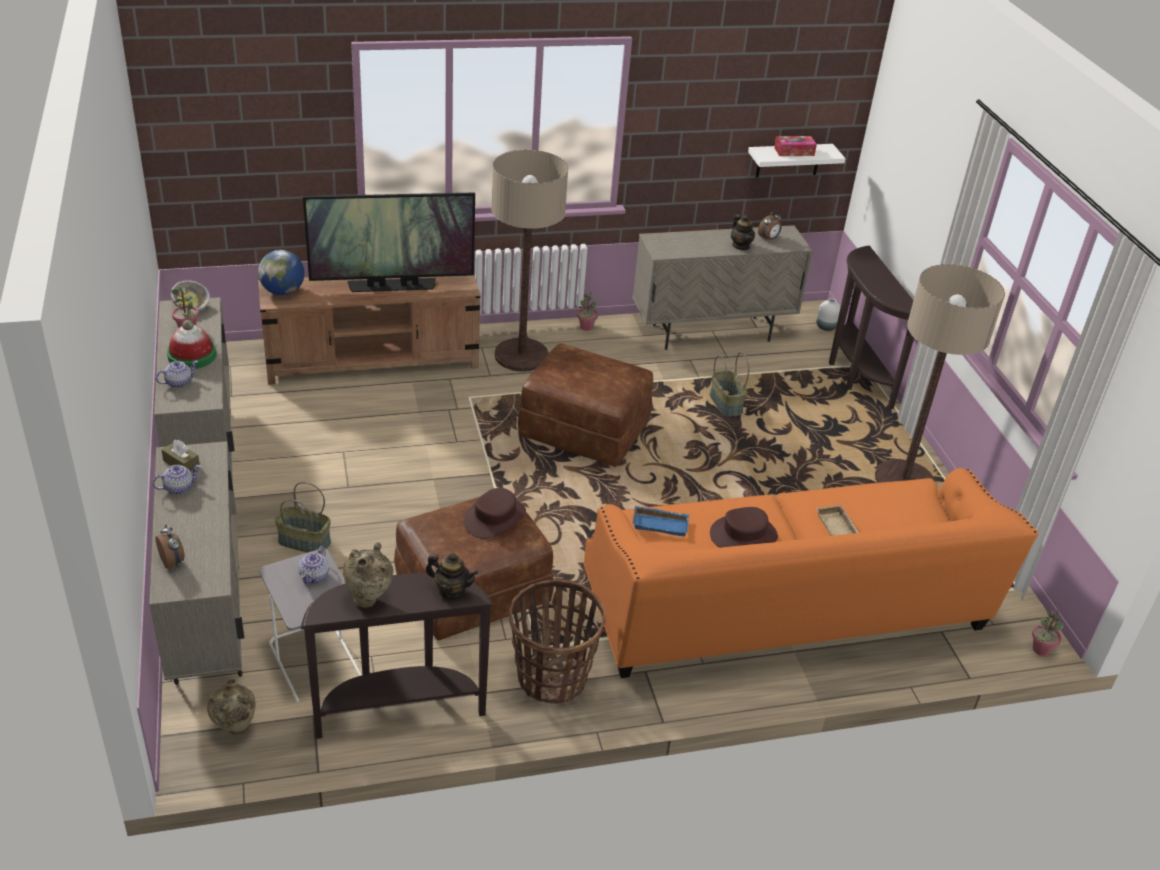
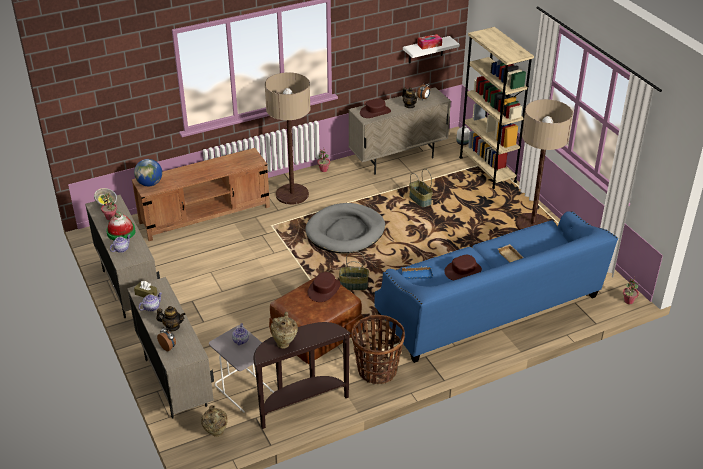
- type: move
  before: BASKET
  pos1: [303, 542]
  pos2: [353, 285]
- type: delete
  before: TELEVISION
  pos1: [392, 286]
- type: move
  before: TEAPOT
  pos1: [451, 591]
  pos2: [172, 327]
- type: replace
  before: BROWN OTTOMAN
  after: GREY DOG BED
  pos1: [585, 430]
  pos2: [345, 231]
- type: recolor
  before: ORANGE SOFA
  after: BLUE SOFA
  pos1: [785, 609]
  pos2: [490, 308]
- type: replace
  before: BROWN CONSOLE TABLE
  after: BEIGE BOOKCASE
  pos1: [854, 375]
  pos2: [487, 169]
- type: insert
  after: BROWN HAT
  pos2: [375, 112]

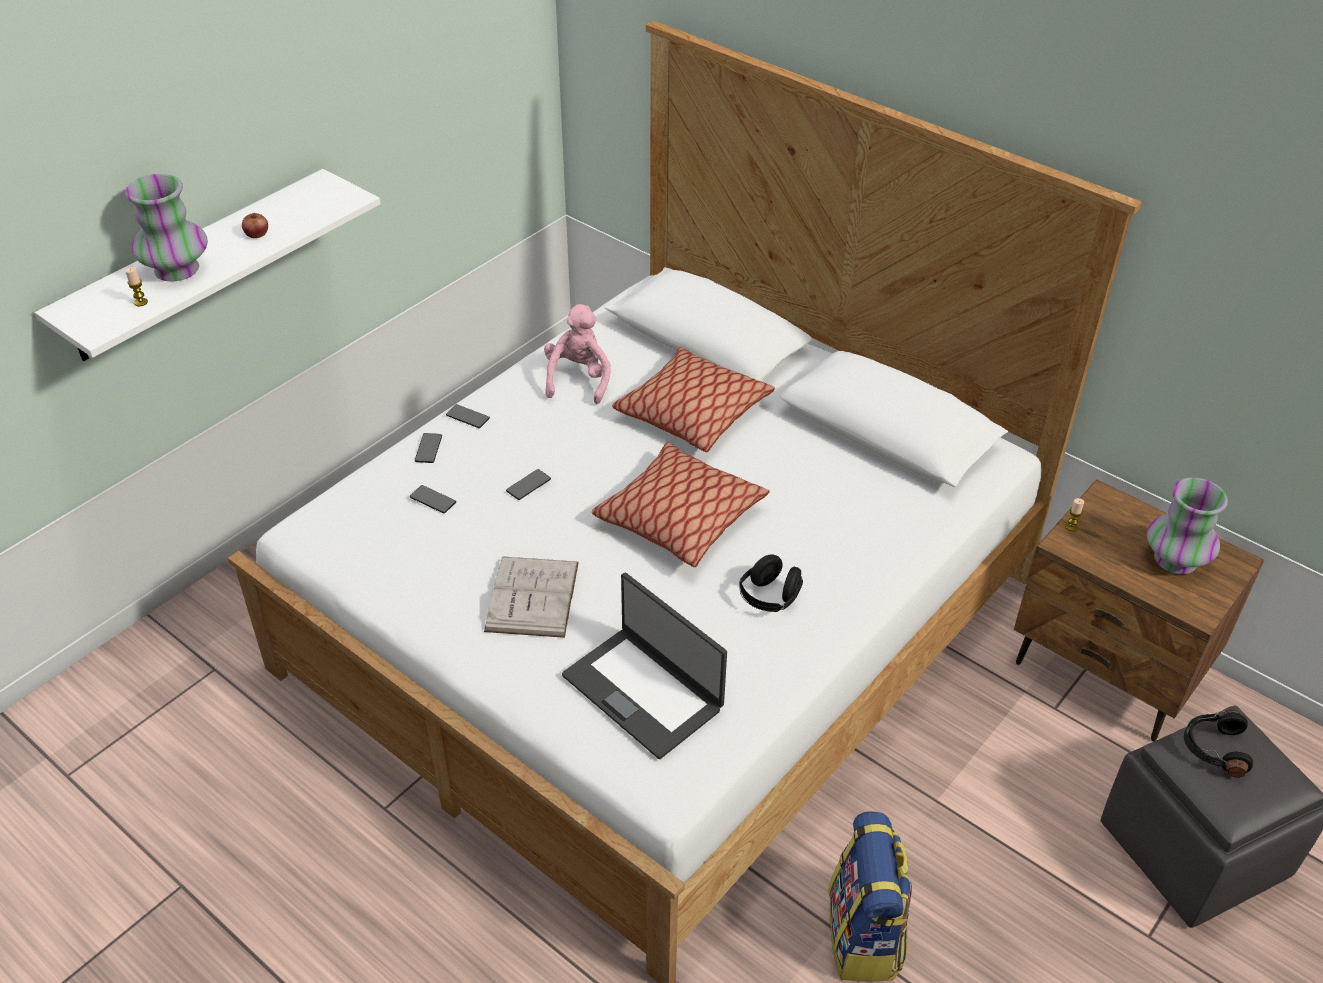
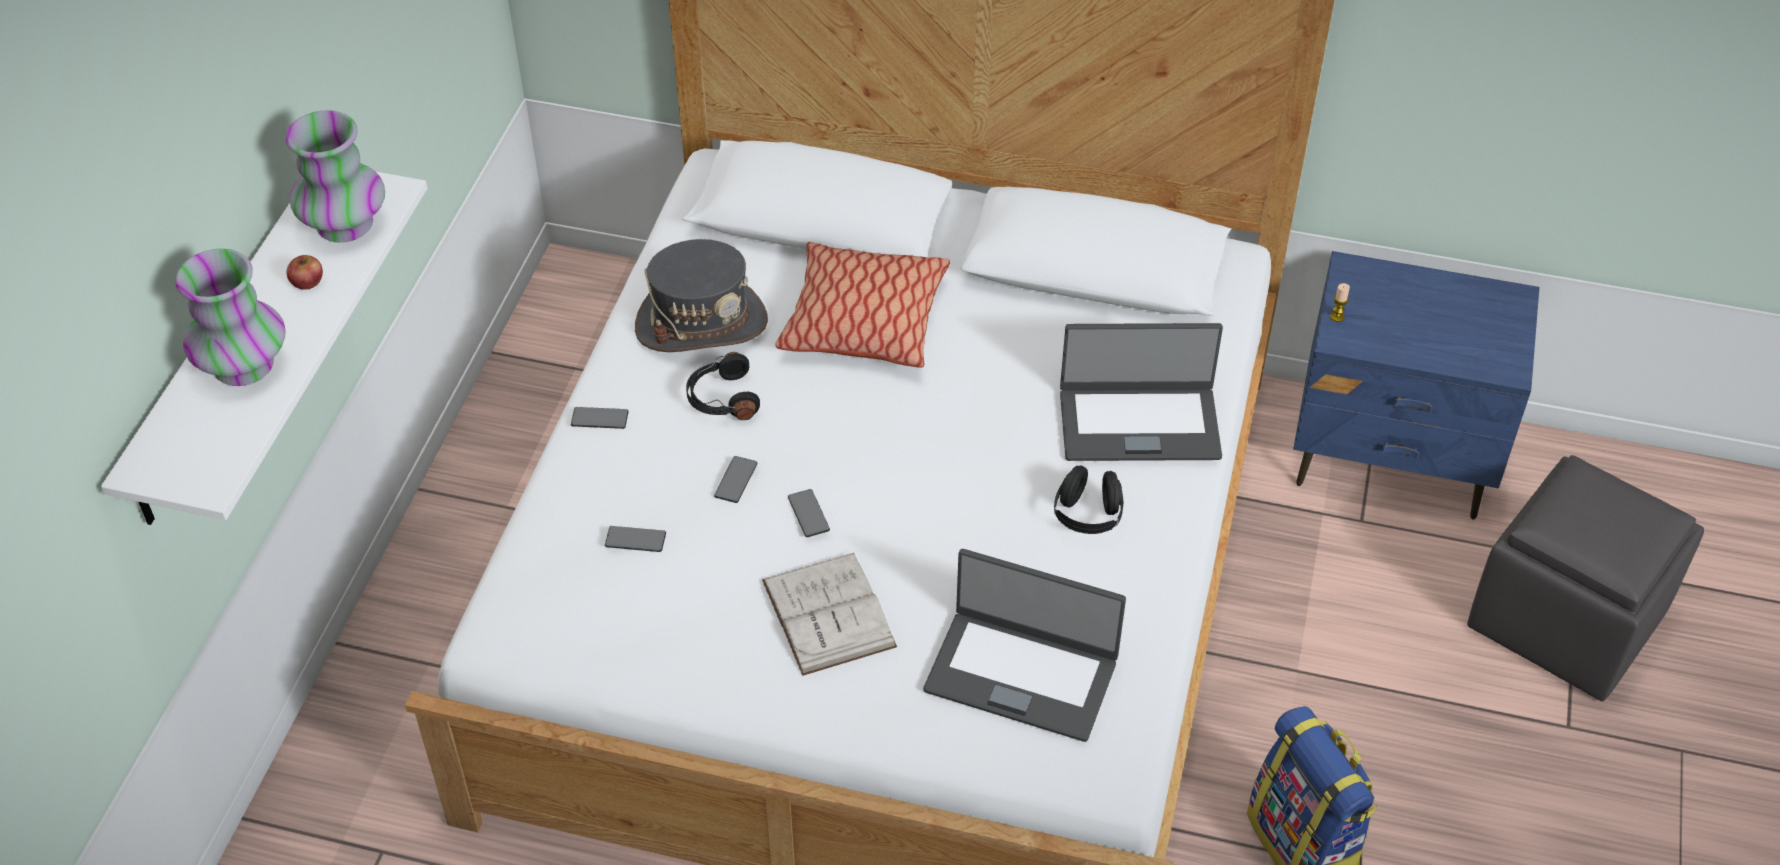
- type: delete
  before: CANDLE
  pos1: [141, 302]
- type: move
  before: PHONE
  pos1: [428, 449]
  pos2: [808, 514]
- type: replace
  before: PINK PLUSH TOY
  after: GREY HAT
  pos1: [578, 379]
  pos2: [701, 323]
- type: delete
  before: PILLOW
  pos1: [680, 517]
- type: recolor
  before: BROWN NIGHTSTAND
  after: BLUE NIGHTSTAND
  pos1: [1108, 670]
  pos2: [1392, 457]
- type: move
  before: VASE
  pos1: [1174, 560]
  pos2: [344, 224]
- type: move
  before: BLACK HEADPHONES
  pos1: [1213, 748]
  pos2: [722, 399]
- type: insert
  after: LAPTOP
  pos2: [1139, 423]

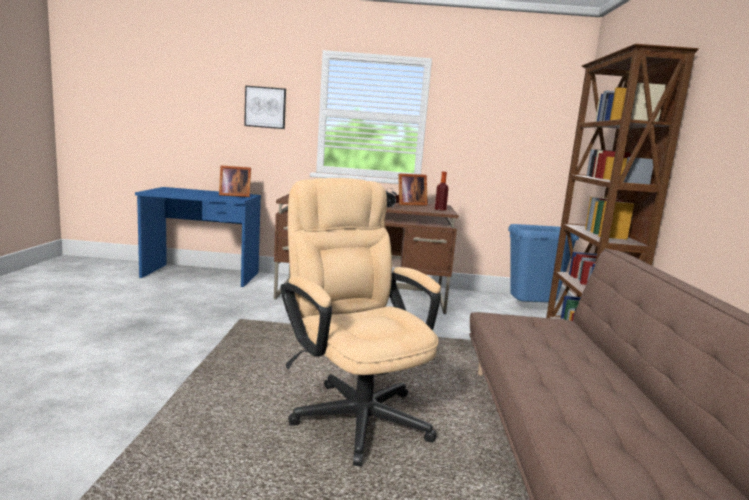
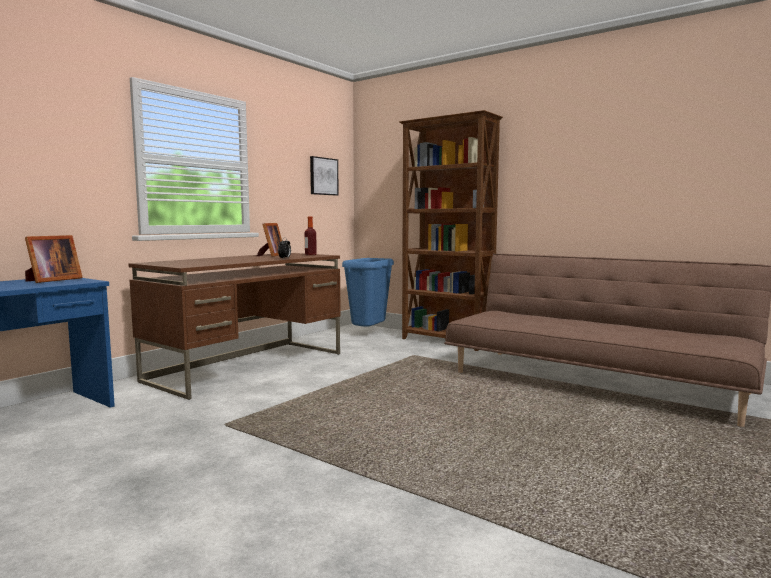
- type: move
  before: PICTURE
  pos1: [265, 107]
  pos2: [323, 176]
- type: delete
  before: BEIGE OFFICE CHAIR
  pos1: [354, 412]

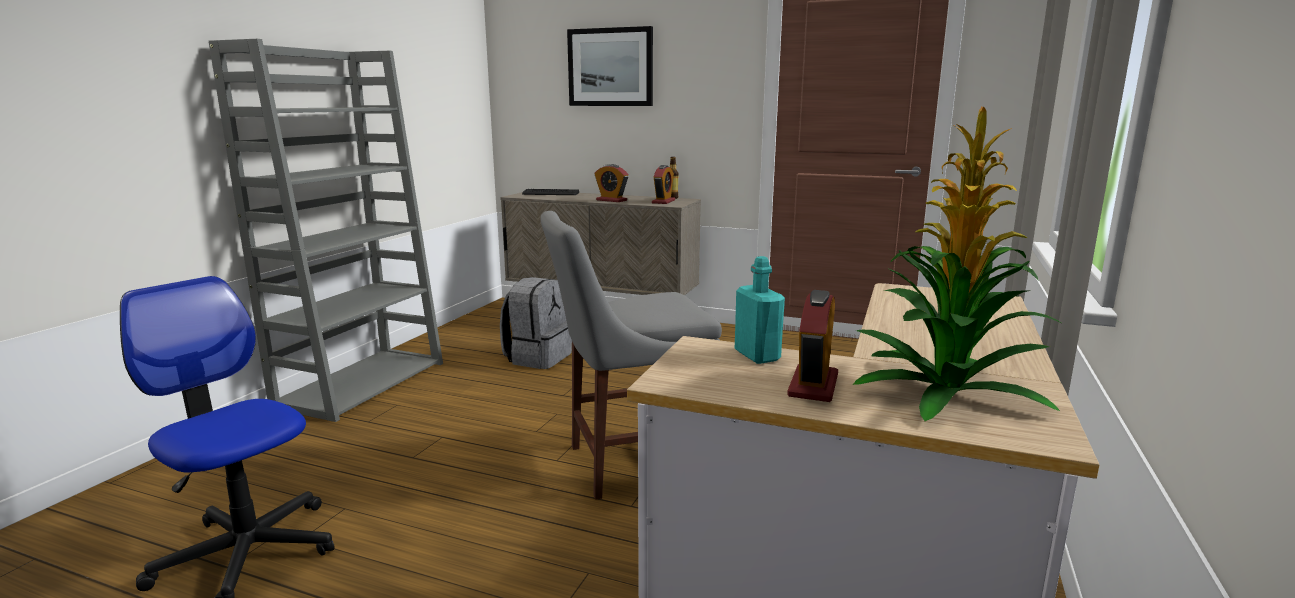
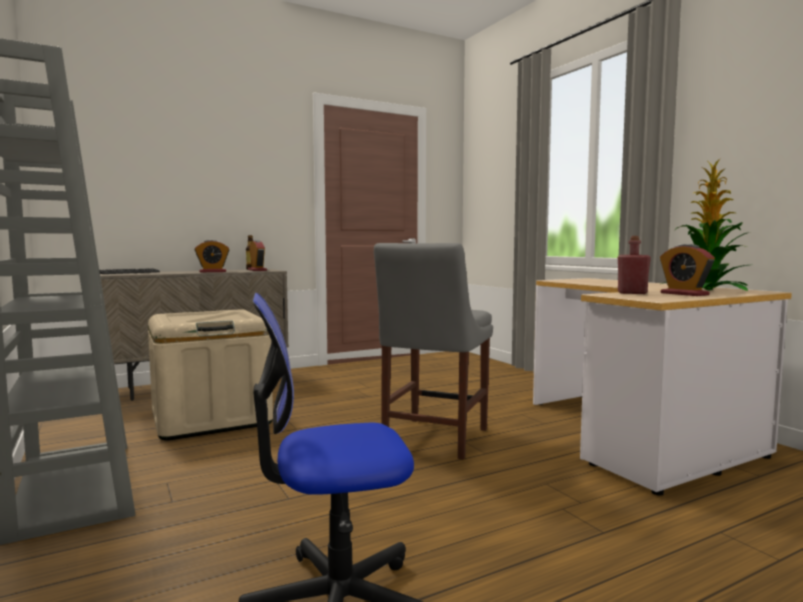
- type: replace
  before: GREY BACKPACK
  after: BEIGE STORAGE BOX
  pos1: [538, 357]
  pos2: [211, 418]
- type: delete
  before: PICTURE
  pos1: [610, 67]
- type: recolor
  before: TURQUOISE BOTTLE
  after: RED BOTTLE
  pos1: [757, 355]
  pos2: [632, 293]

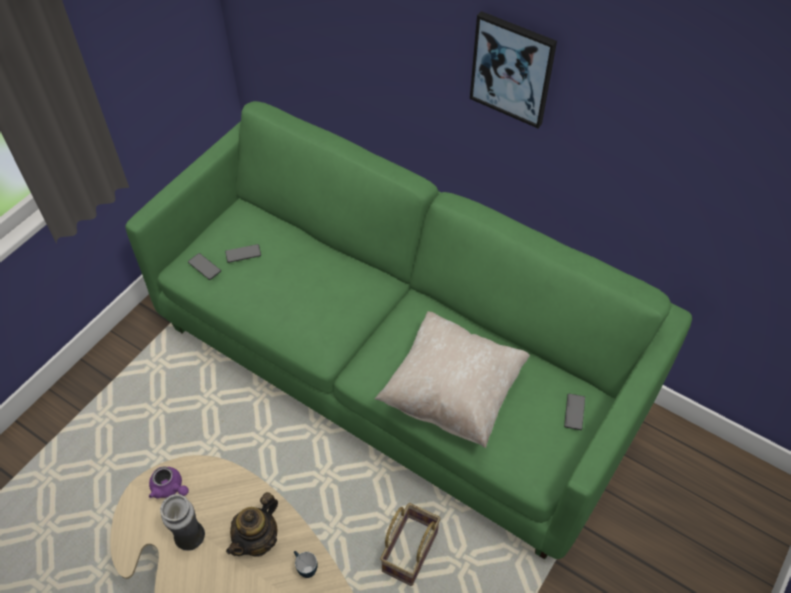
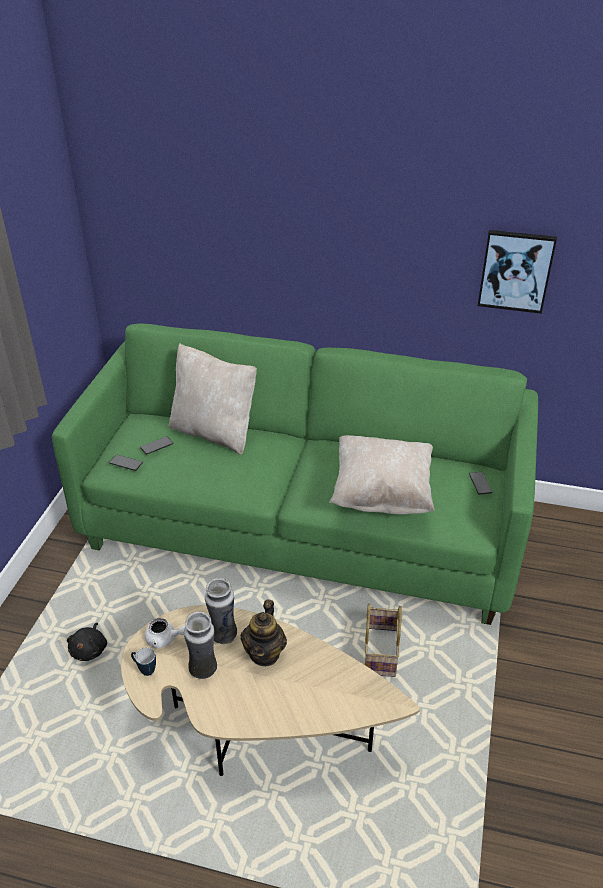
- type: recolor
  before: PURPLE TEAPOT
  after: WHITE TEAPOT
  pos1: [170, 488]
  pos2: [165, 639]
- type: move
  before: MUG
  pos1: [305, 568]
  pos2: [144, 669]
- type: move
  before: PICTURE
  pos1: [512, 69]
  pos2: [515, 271]
- type: insert
  after: BLACK PLUSH TOY
  pos2: [90, 649]
- type: insert
  after: BEIGE PILLOW
  pos2: [214, 432]
- type: insert
  after: VASE
  pos2: [223, 635]

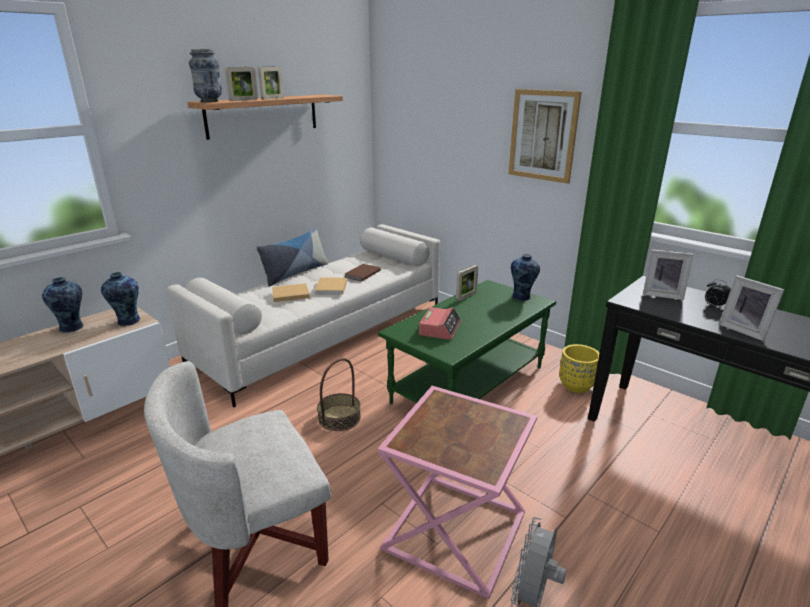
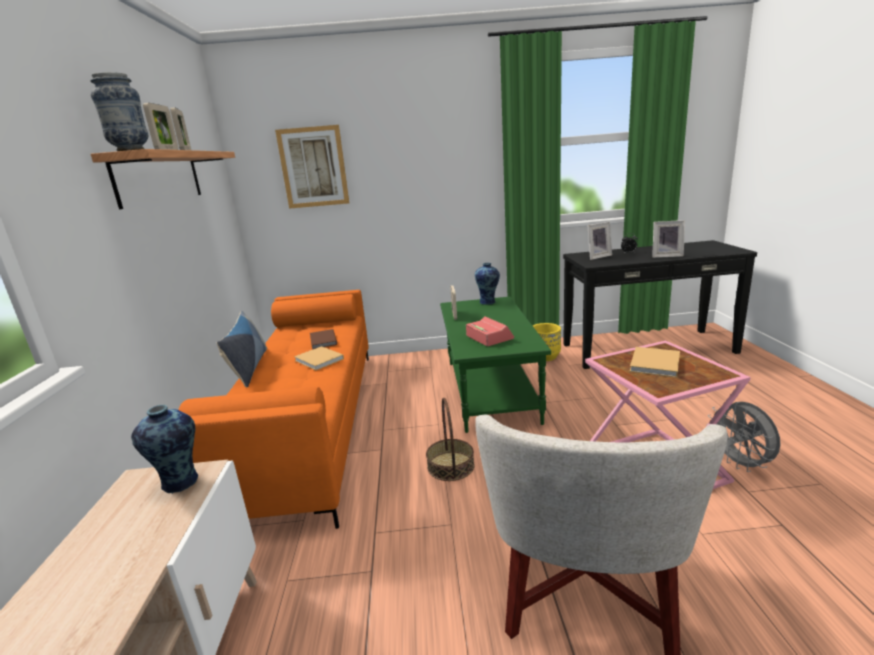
- type: delete
  before: VASE
  pos1: [72, 328]
- type: recolor
  before: WHITE SOFA
  after: ORANGE SOFA
  pos1: [324, 334]
  pos2: [307, 423]
- type: move
  before: BEIGE BOOK
  pos1: [289, 294]
  pos2: [654, 364]
- type: move
  before: PICTURE
  pos1: [543, 135]
  pos2: [313, 167]

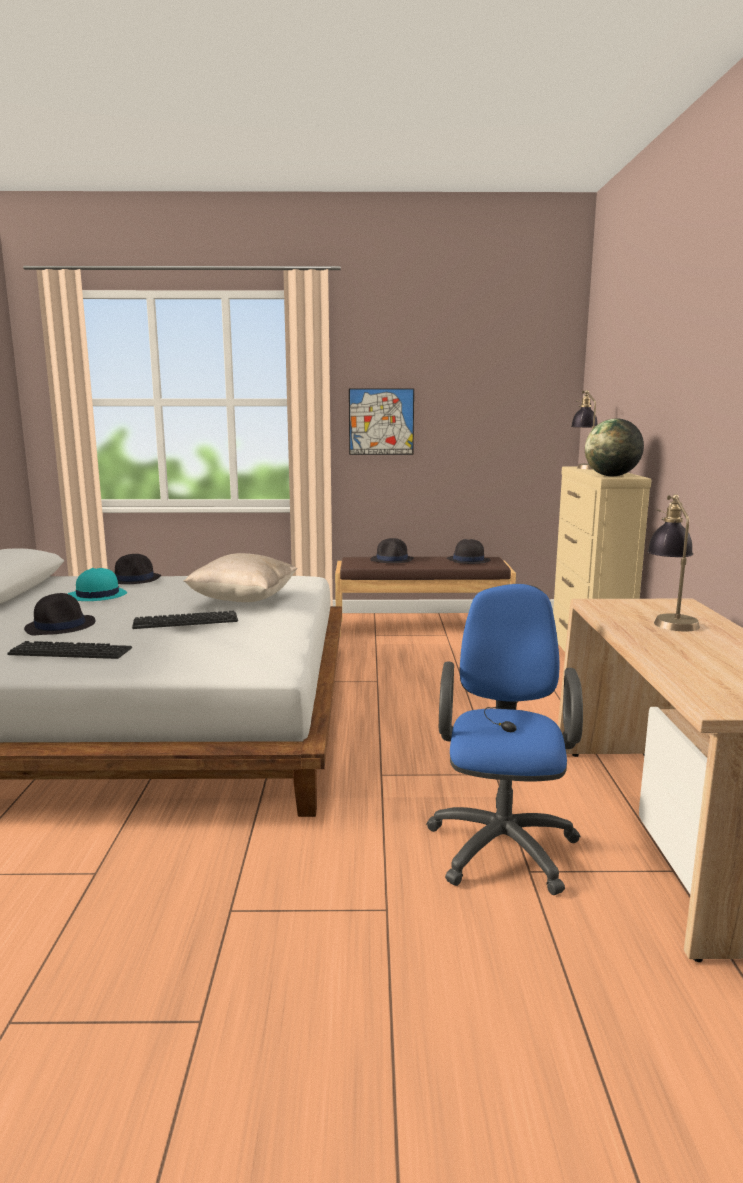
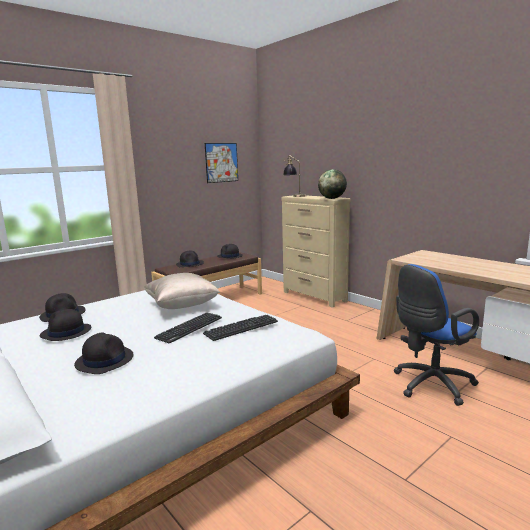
- type: move
  before: KEYBOARD
  pos1: [70, 652]
  pos2: [241, 328]
- type: recolor
  before: TURQUOISE HAT
  after: BLACK HAT
  pos1: [97, 595]
  pos2: [66, 332]
- type: move
  before: PICTURE
  pos1: [381, 421]
  pos2: [221, 162]
- type: rotate
  before: BLUE OFFICE CHAIR
  pos1: [502, 842]
  pos2: [430, 385]
  turn: -90
- type: delete
  before: TABLE LAMP
  pos1: [669, 619]

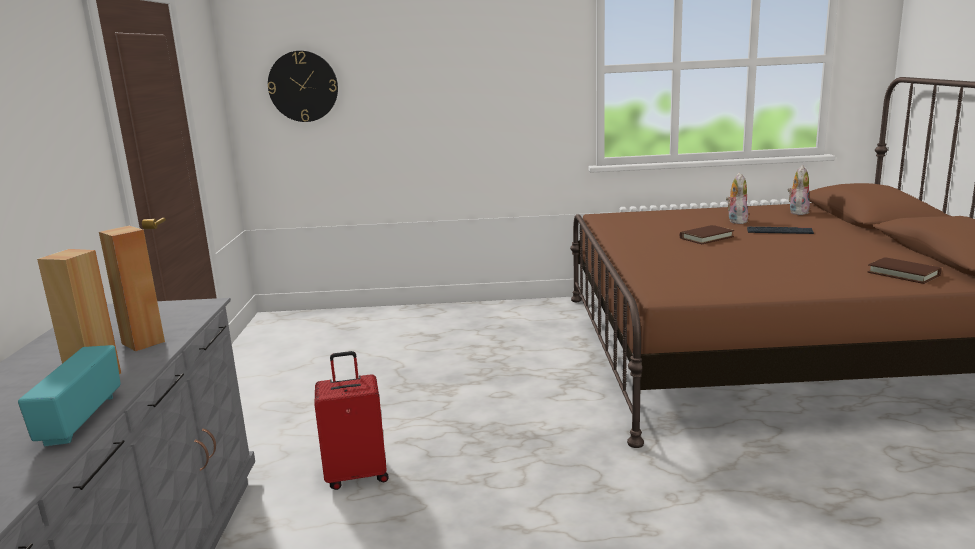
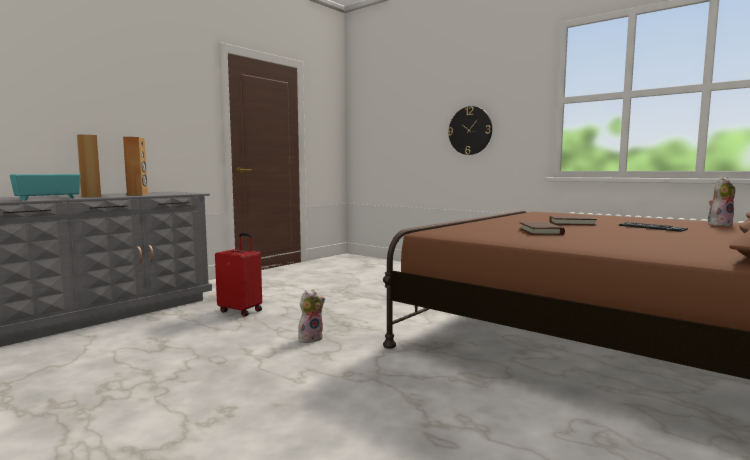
- type: move
  before: WALL CLOCK
  pos1: [303, 86]
  pos2: [470, 130]
- type: move
  before: PLUSH TOY
  pos1: [736, 221]
  pos2: [310, 338]
- type: move
  before: BROWN BOOK
  pos1: [903, 274]
  pos2: [541, 232]

